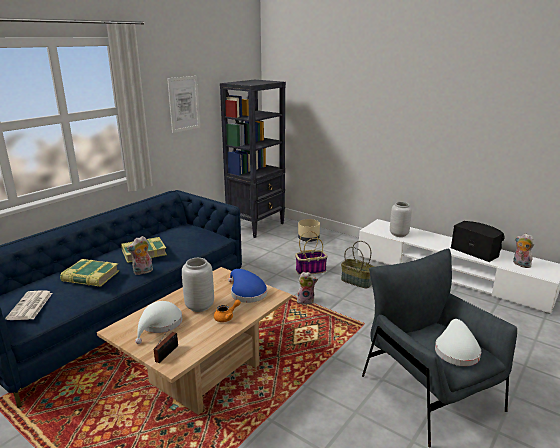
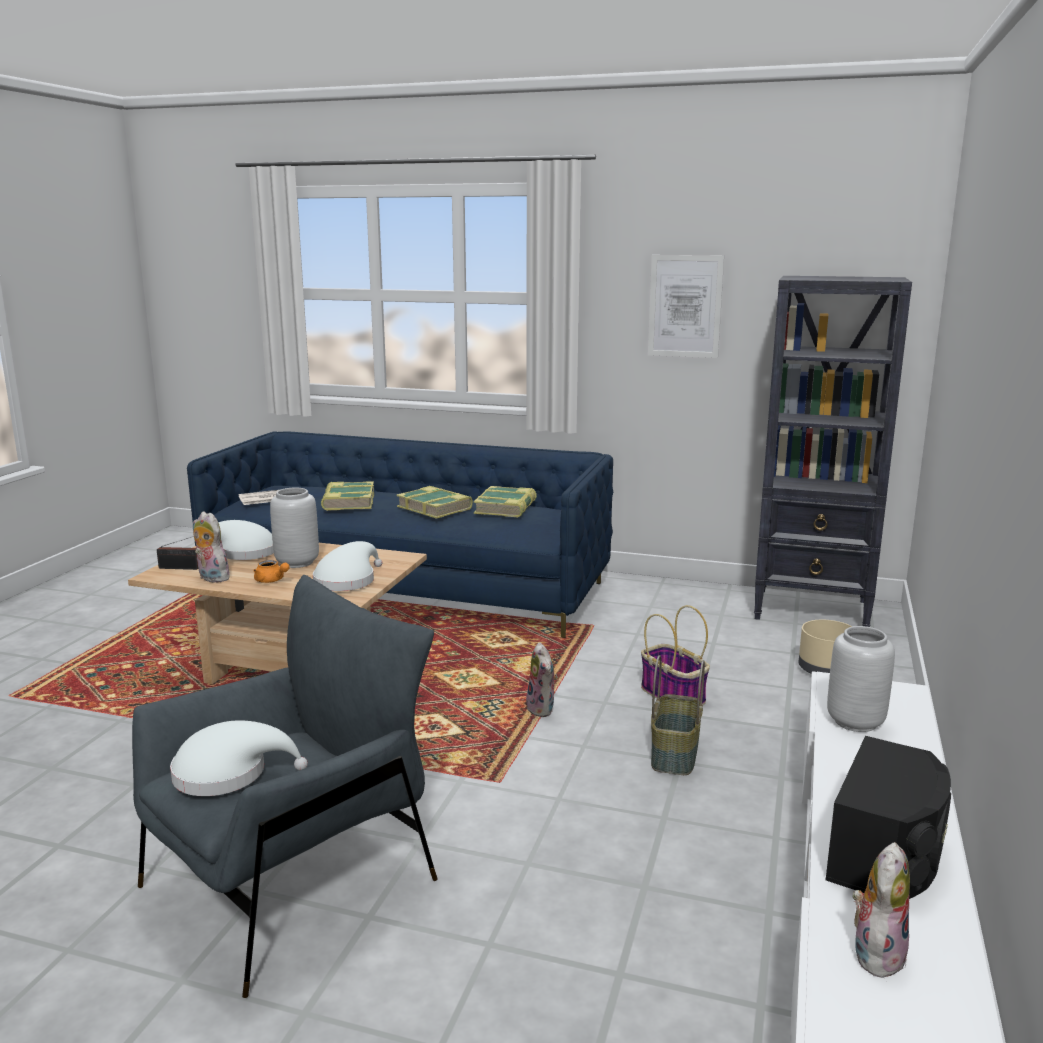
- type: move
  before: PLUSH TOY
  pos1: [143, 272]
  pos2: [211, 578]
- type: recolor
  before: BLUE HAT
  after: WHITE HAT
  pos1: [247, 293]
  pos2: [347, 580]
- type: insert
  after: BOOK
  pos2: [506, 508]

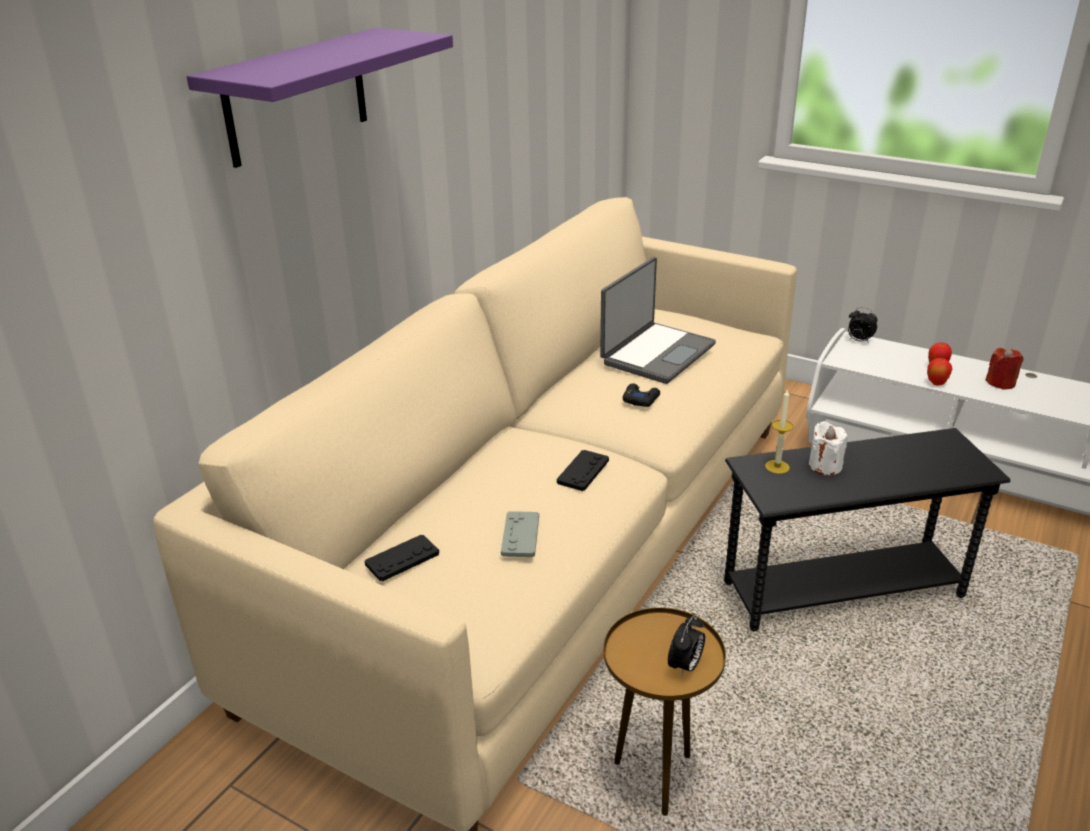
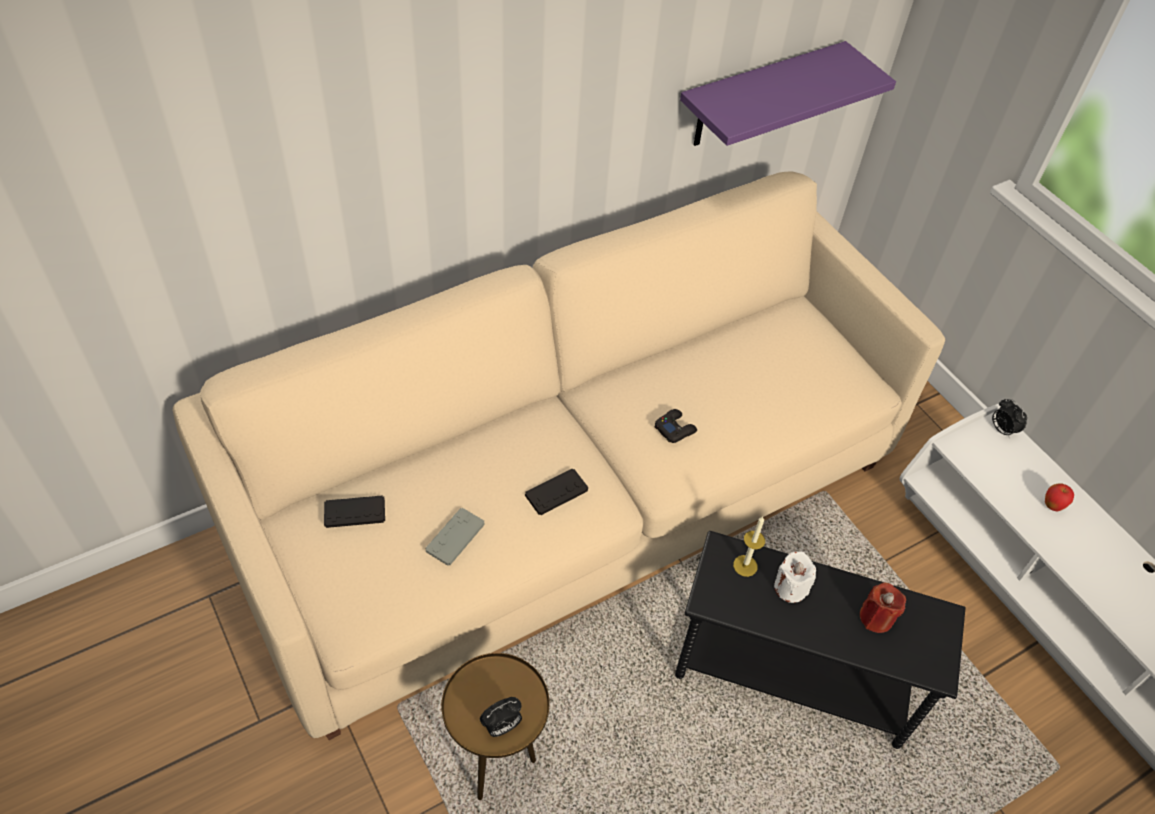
- type: move
  before: PURPLE SHELF
  pos1: [297, 96]
  pos2: [759, 95]
- type: delete
  before: LAPTOP
  pos1: [656, 354]
- type: delete
  before: APPLE
  pos1: [936, 384]
- type: move
  before: RED CANDLE
  pos1: [1000, 383]
  pos2: [876, 617]

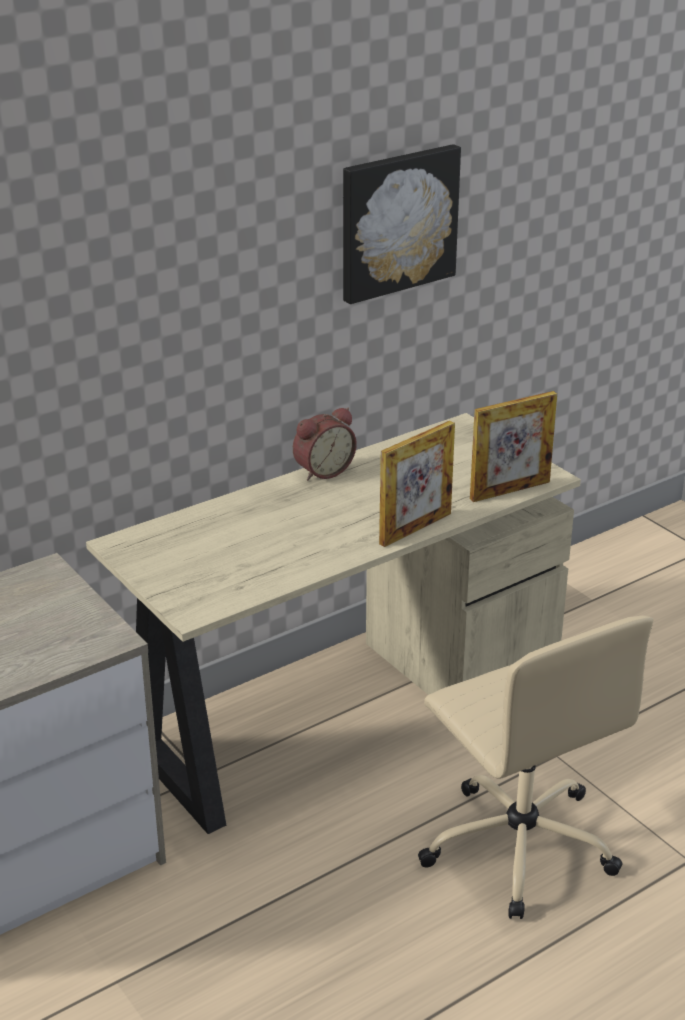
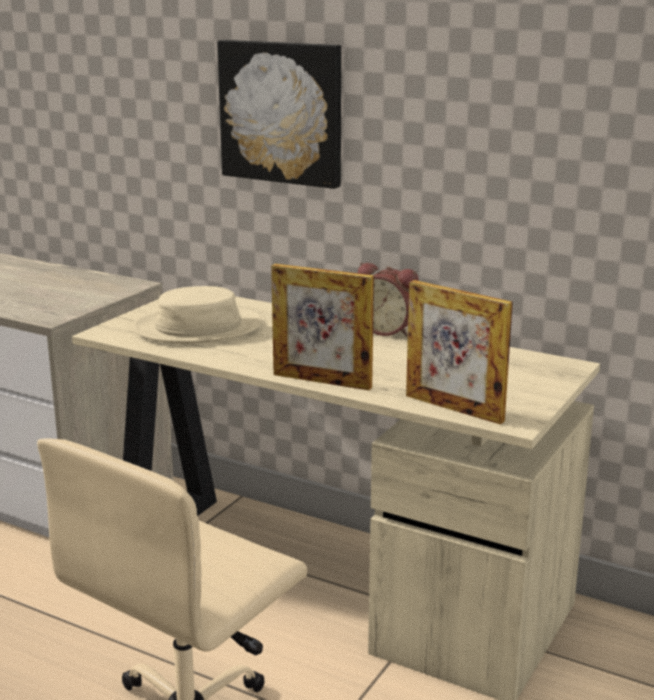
- type: move
  before: PICTURE
  pos1: [397, 222]
  pos2: [282, 112]
- type: insert
  after: BEIGE HAT
  pos2: [198, 327]

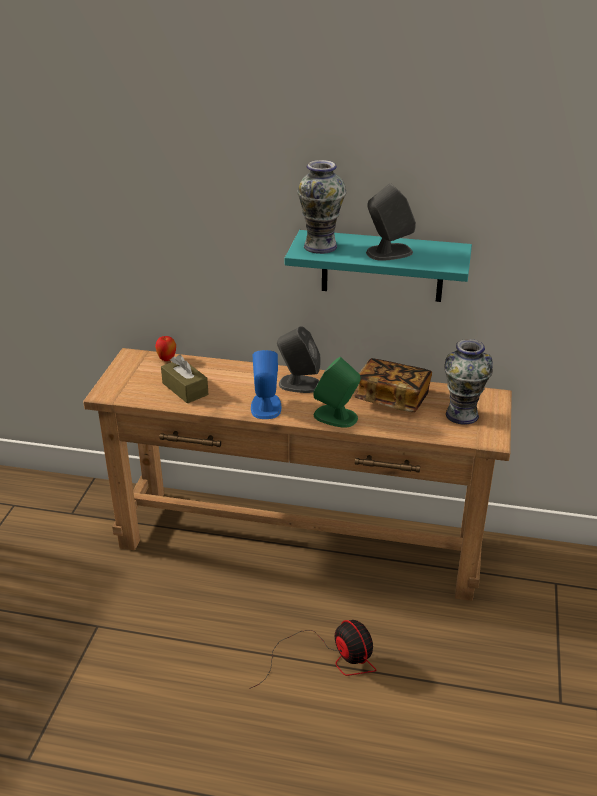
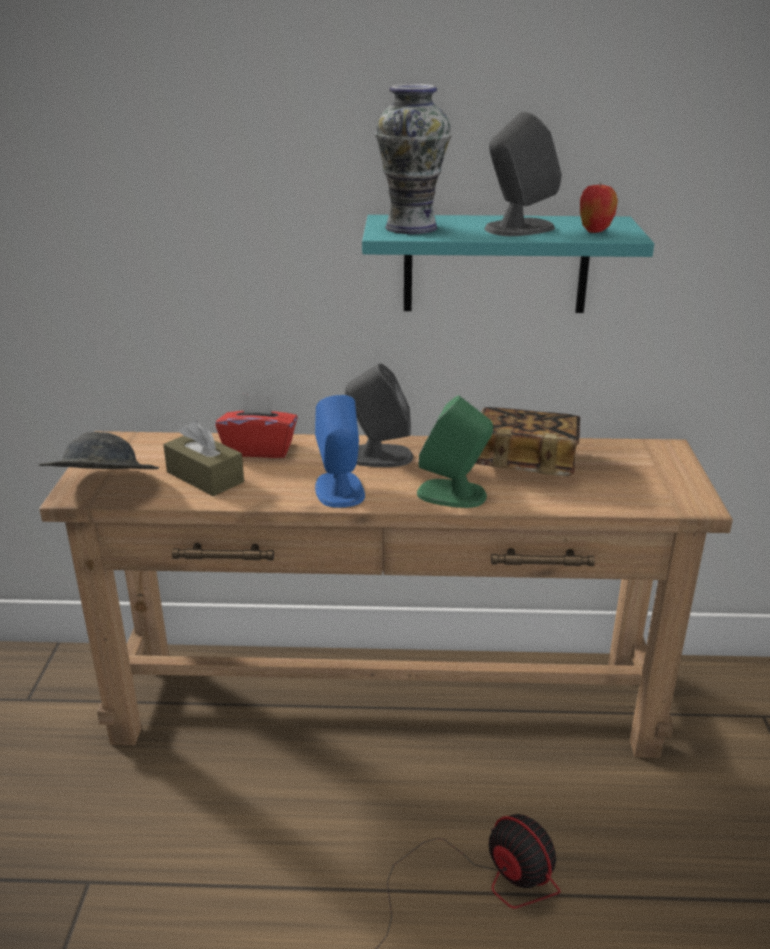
- type: move
  before: APPLE
  pos1: [167, 359]
  pos2: [595, 231]
- type: delete
  before: VASE
  pos1: [462, 415]
- type: insert
  after: GREY HAT
  pos2: [102, 490]
- type: insert
  after: RED TISSUE BOX
  pos2: [259, 449]

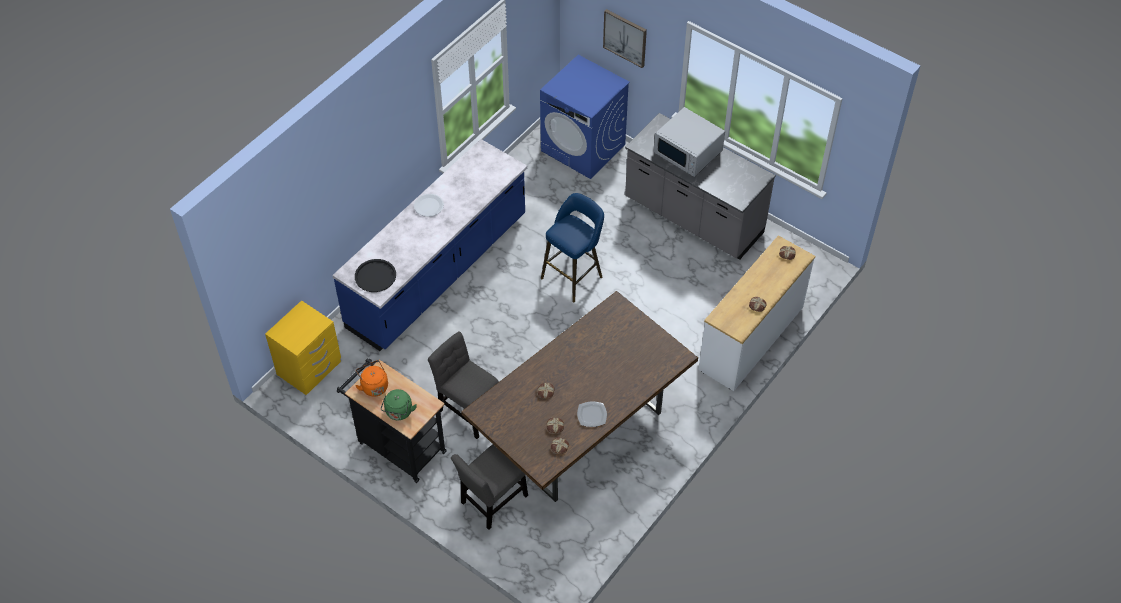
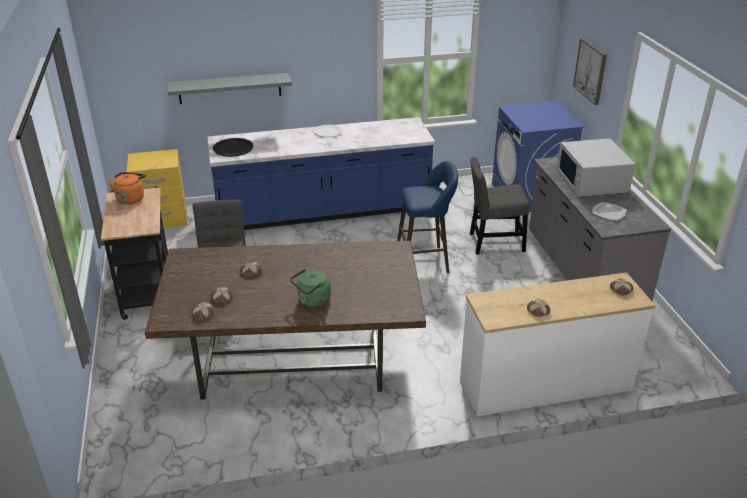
- type: move
  before: GREEN KETTLE
  pos1: [399, 413]
  pos2: [312, 301]
- type: move
  before: GREY CHAIR
  pos1: [492, 502]
  pos2: [493, 243]
- type: move
  before: PLATE
  pos1: [592, 414]
  pos2: [609, 212]
- type: insert
  after: GREY SHELF
  pos2: [230, 88]

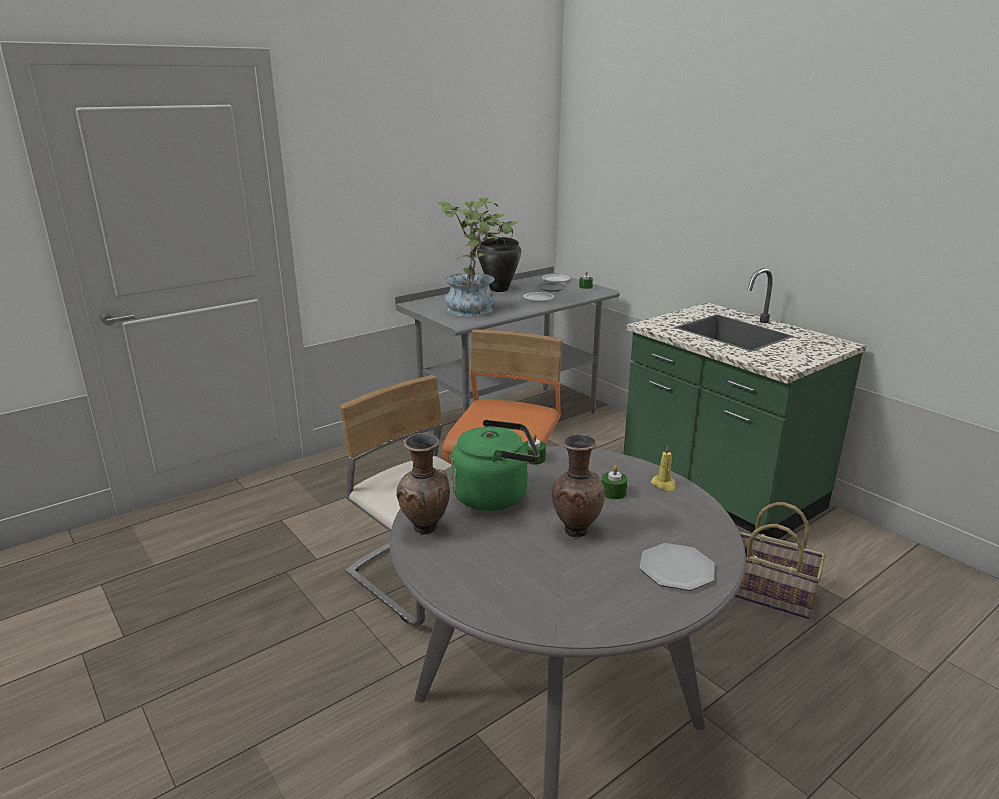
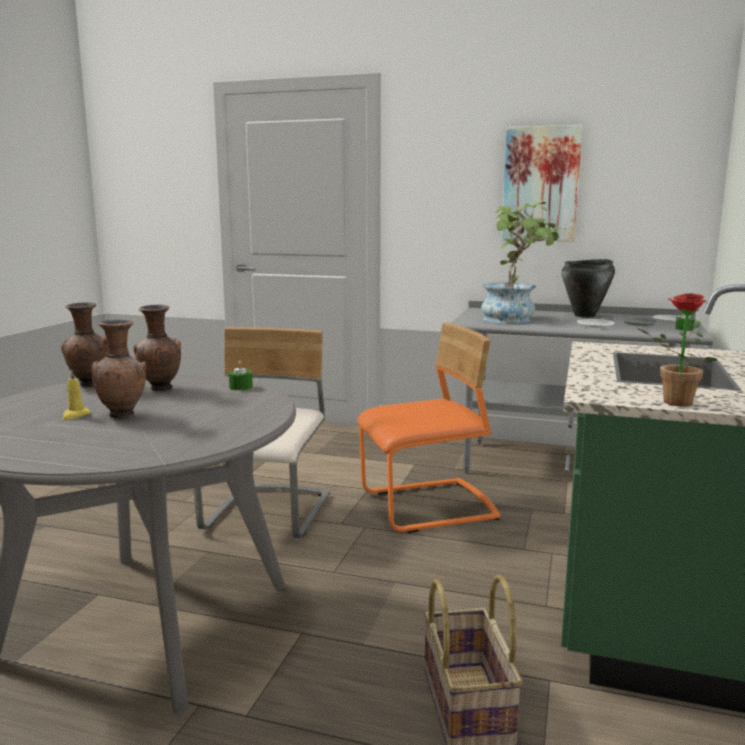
- type: replace
  before: GREEN KETTLE
  after: BROWN VASE
  pos1: [495, 495]
  pos2: [160, 389]
- type: delete
  before: GREEN CANDLE
  pos1: [613, 492]
- type: delete
  before: PLATE
  pos1: [676, 569]
- type: move
  before: YELLOW CANDLE
  pos1: [664, 485]
  pos2: [75, 415]
- type: insert
  after: PICTURE
  pos2: [540, 184]
- type: insert
  after: POTTED PLANT
  pos2: [671, 402]

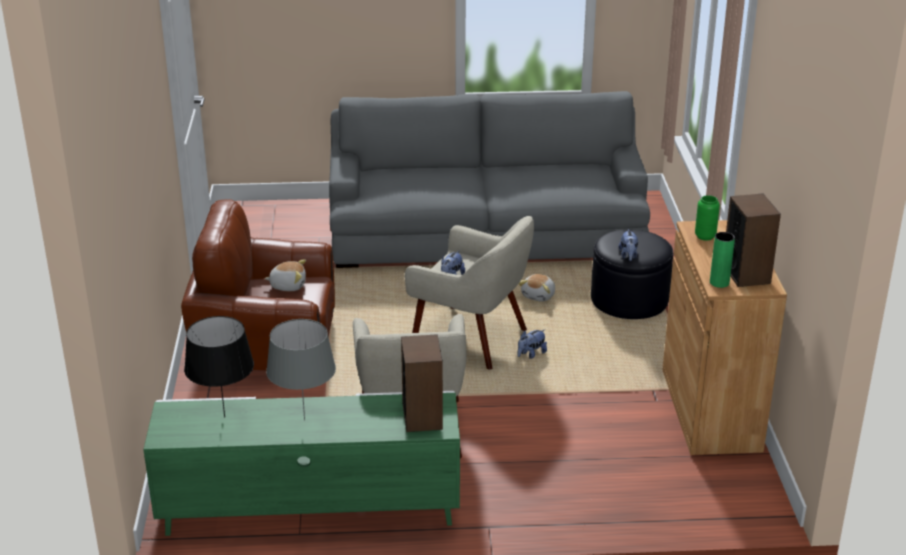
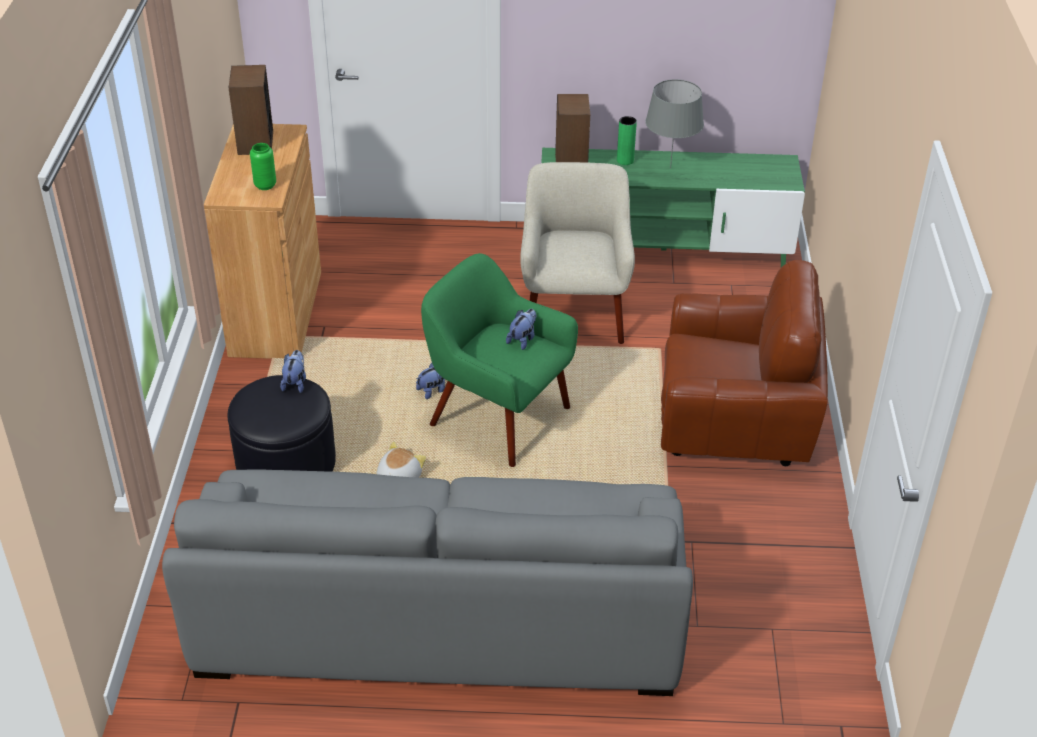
- type: delete
  before: BLACK TABLE LAMP
  pos1: [224, 417]
- type: delete
  before: PLUSH TOY
  pos1: [288, 285]
- type: recolor
  before: BEIGE ARMCHAIR
  after: GREEN ARMCHAIR
  pos1: [471, 339]
  pos2: [497, 416]
- type: move
  before: GREEN VASE
  pos1: [719, 283]
  pos2: [625, 161]

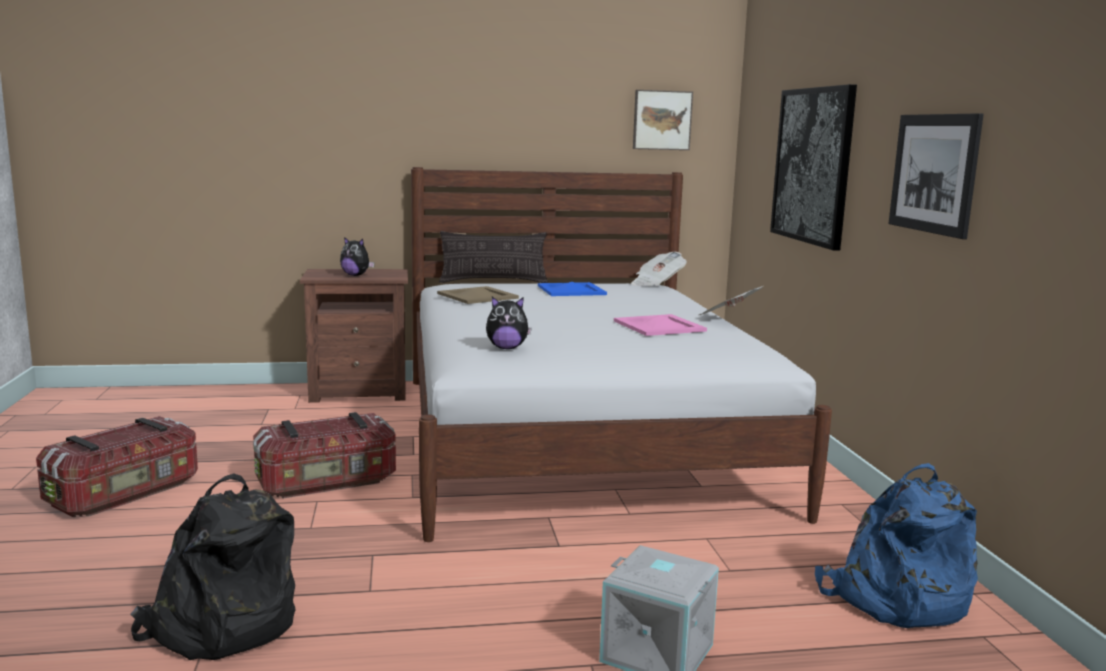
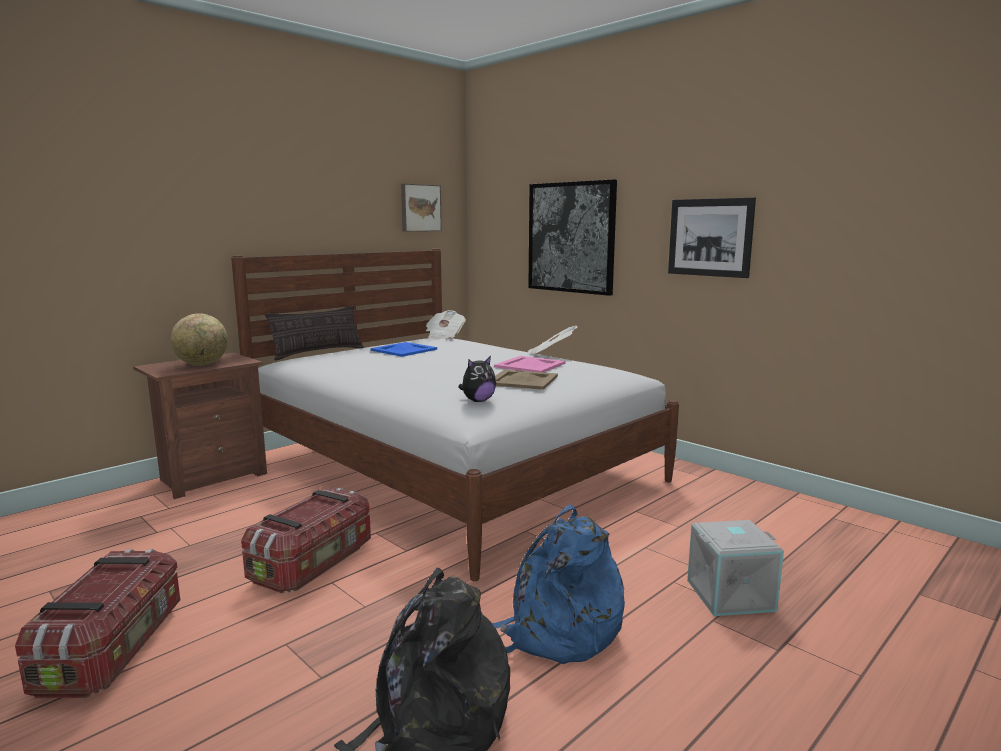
- type: replace
  before: PLUSH TOY
  after: GLOBE
  pos1: [356, 275]
  pos2: [202, 365]
- type: move
  before: BEIGE TRAY
  pos1: [476, 296]
  pos2: [522, 380]
- type: move
  before: BLUE BACKPACK
  pos1: [894, 599]
  pos2: [557, 632]

